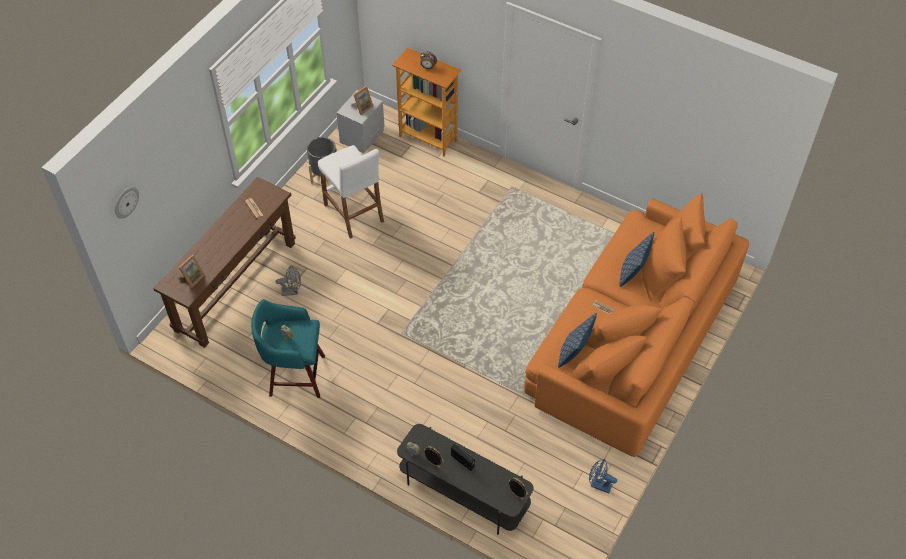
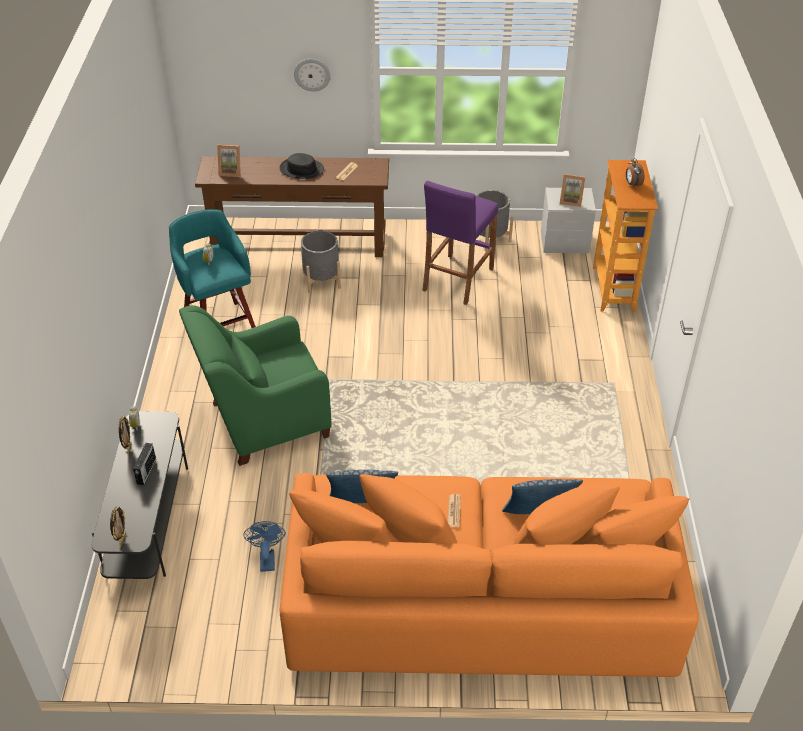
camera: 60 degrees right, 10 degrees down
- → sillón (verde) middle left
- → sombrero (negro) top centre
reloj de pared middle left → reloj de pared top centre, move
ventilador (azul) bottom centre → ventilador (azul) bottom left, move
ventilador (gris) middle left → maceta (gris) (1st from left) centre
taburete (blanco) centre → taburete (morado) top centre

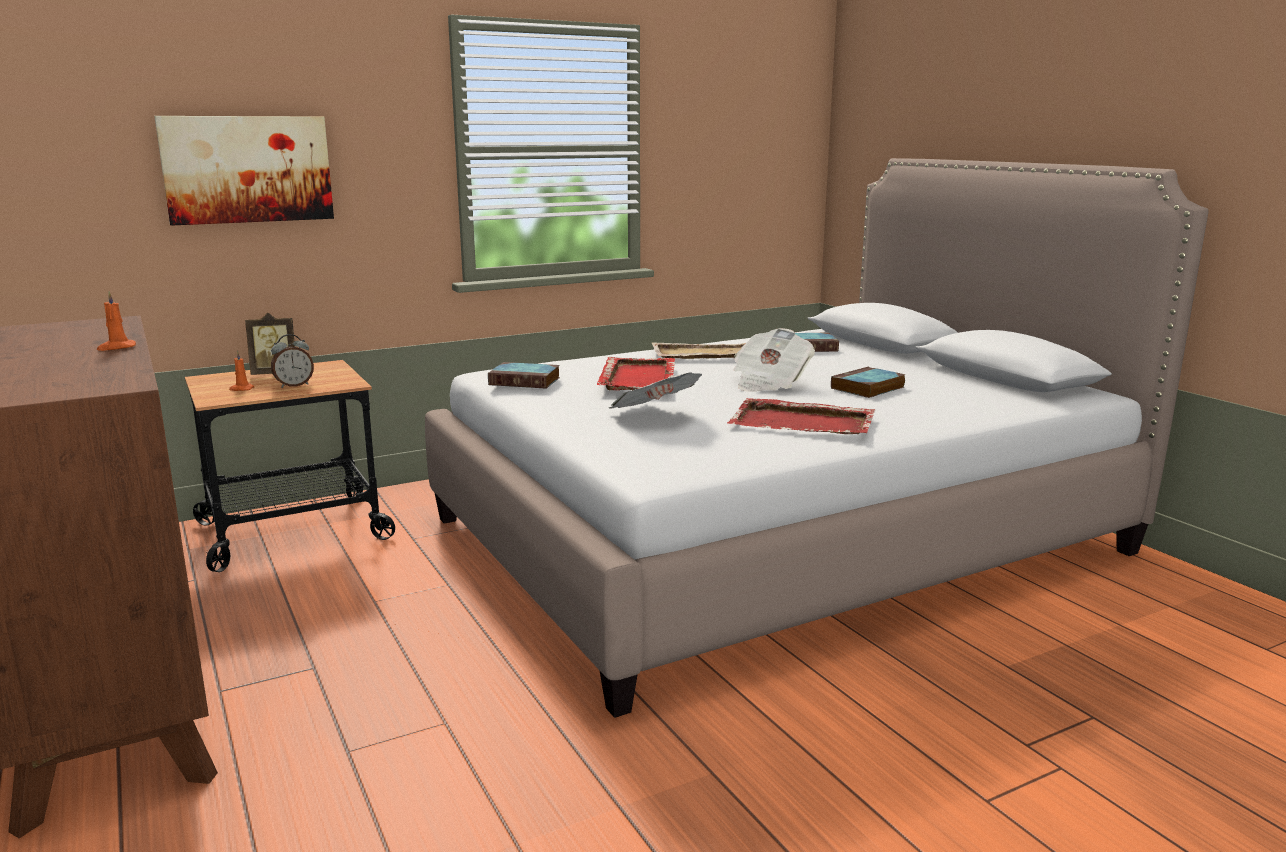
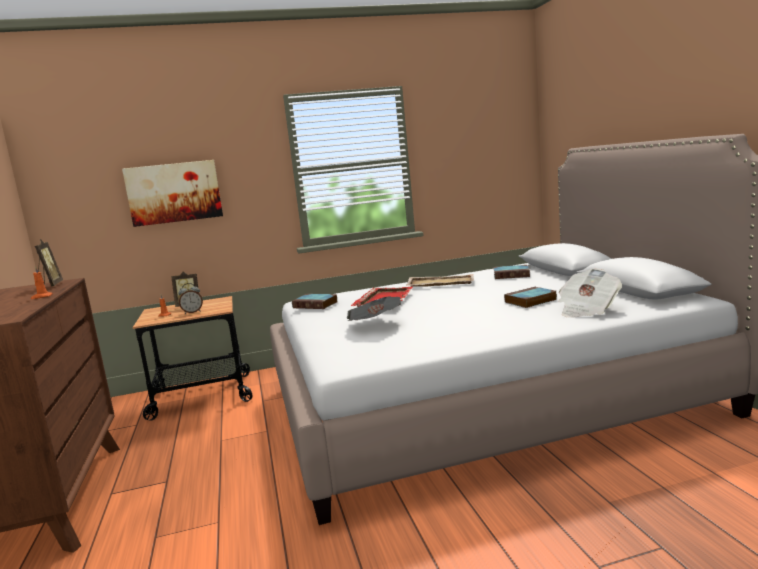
camera: 15 degrees right, 5 degrees down
bandeja (rojo) (2nd from left) centre → -
- → portarretratos (1st from left) middle left
periódico (2nd from left) centre → periódico (2nd from left) middle right, move

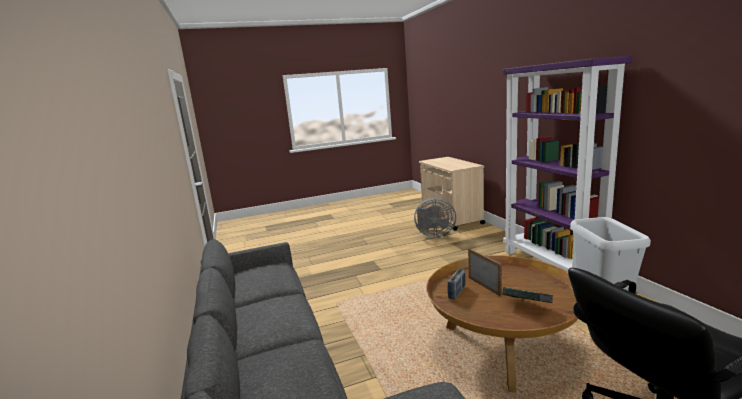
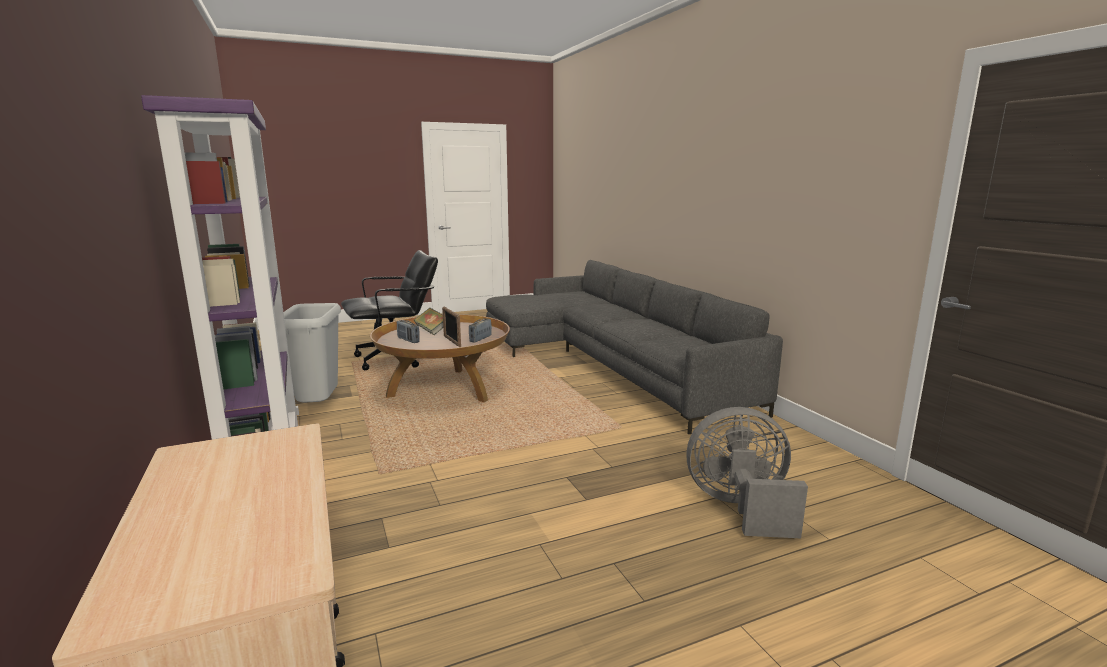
camera: 175 degrees right, 0 degrees up
- → radio (1st from left) centre
ventilador (gris) centre → ventilador (gris) bottom right, move

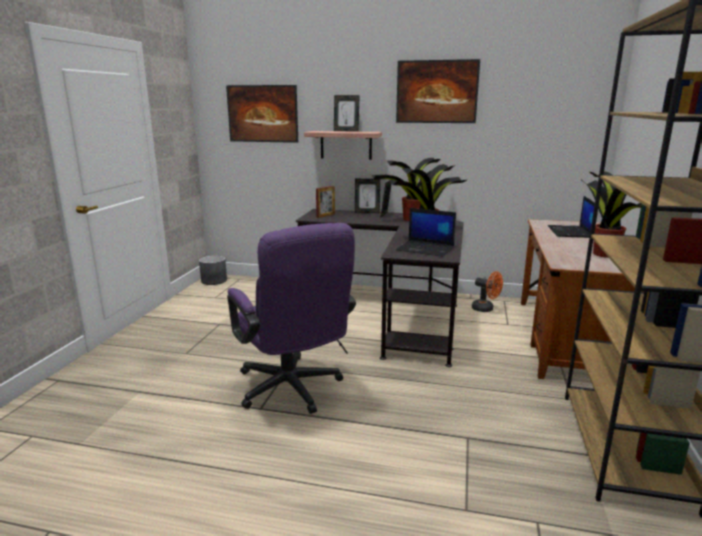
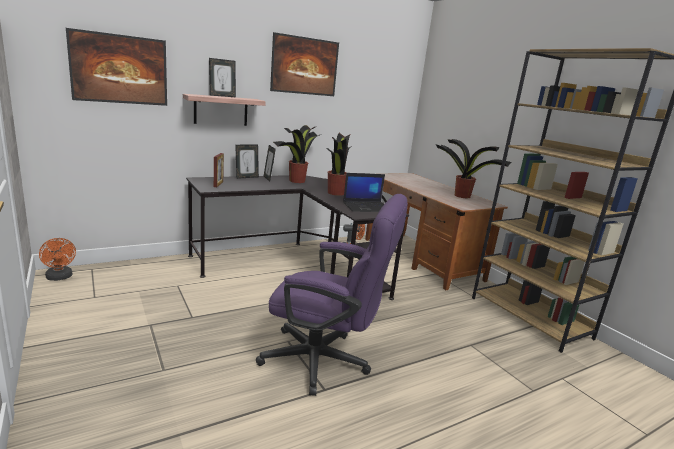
camera: 45 degrees left, 0 degrees up
portátil (2nd from left) middle right → -
maceta (gris) middle left → ventilador (naranja) (1st from left) middle left

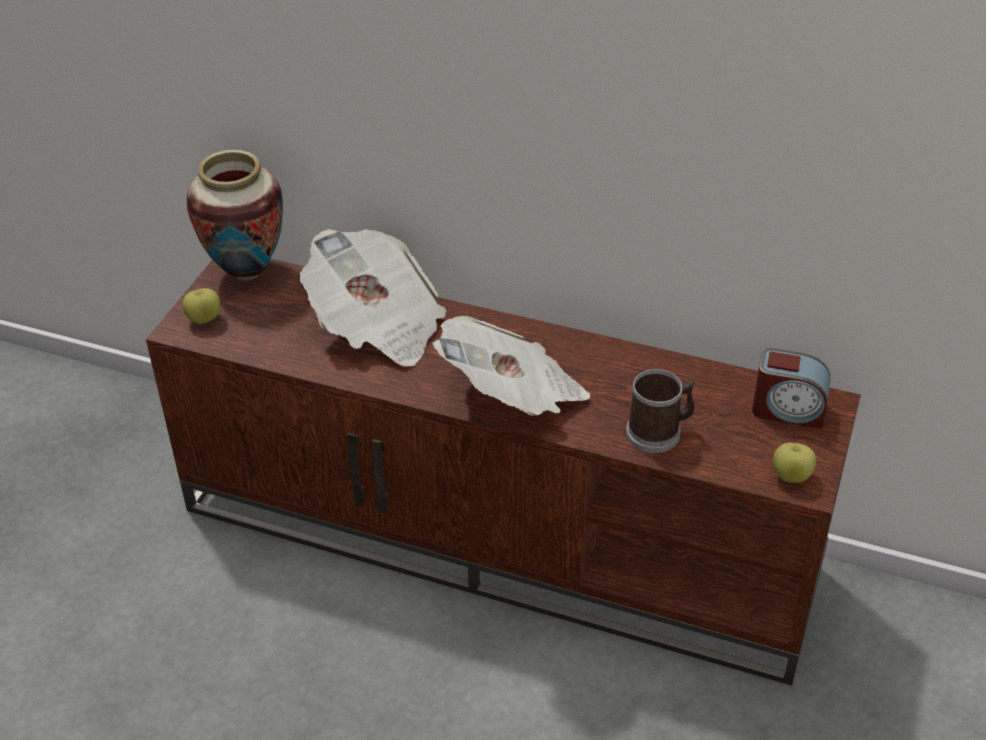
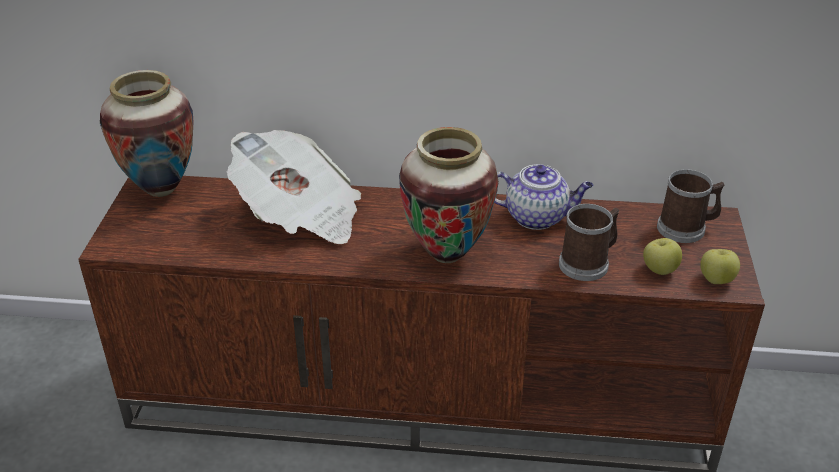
camera: 15 degrees left, 5 degrees down
- → tetera centre
manzana (1st from left) middle left → manzana (1st from left) middle right, move
periódico (2nd from left) centre → florero (2nd from left) centre
despertador middle right → taza grande (2nd from left) middle right

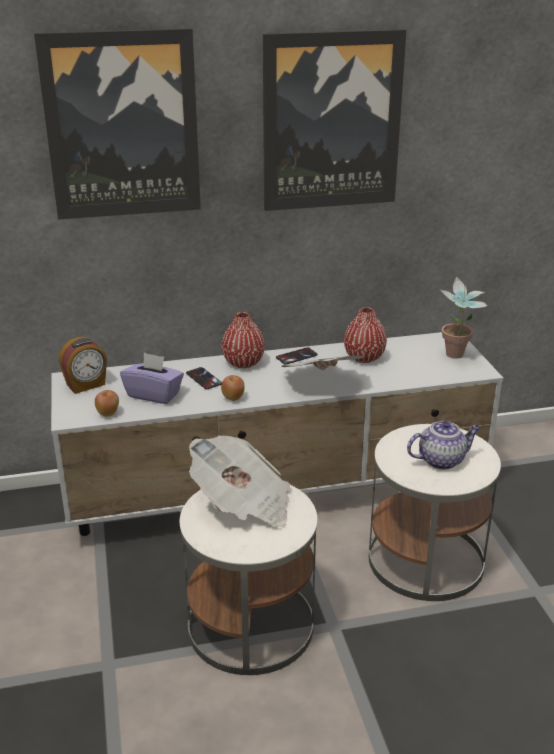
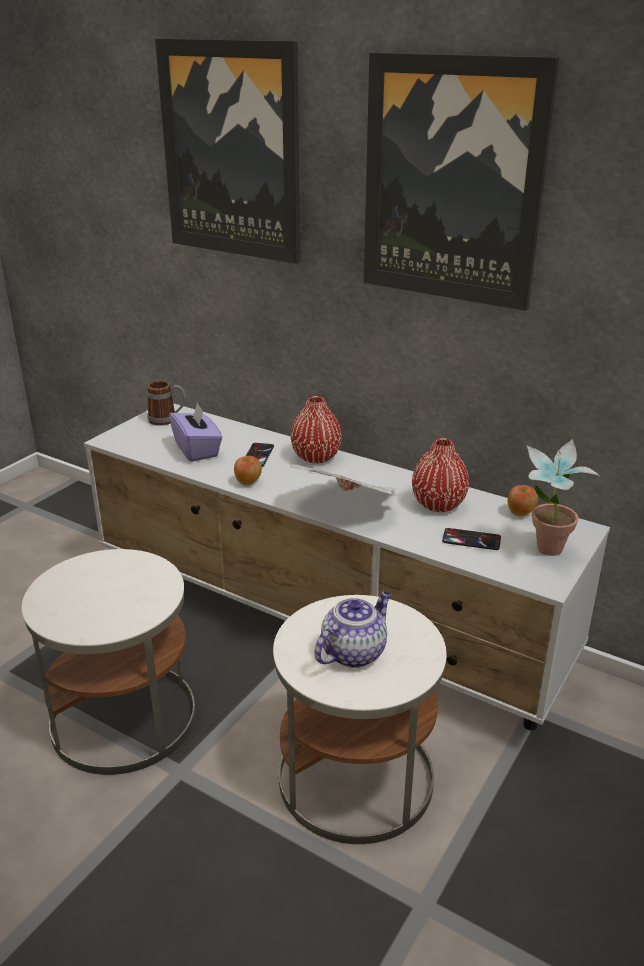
camera: 45 degrees right, 0 degrees up
periódico (1st from left) centre → -
manzana (1st from left in the first image) middle left → manzana (2nd from left) middle right, move
móvil (2nd from left) centre → móvil (2nd from left) middle right, move
despertador middle left → taza grande middle left
tetera middle right → tetera centre, 75 degrees counterclockwise

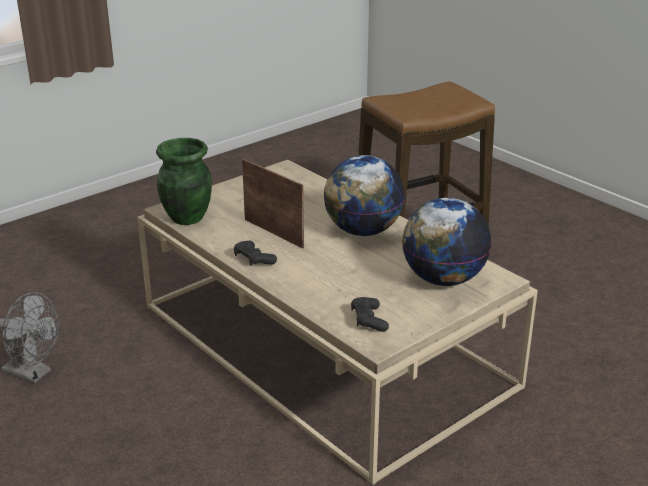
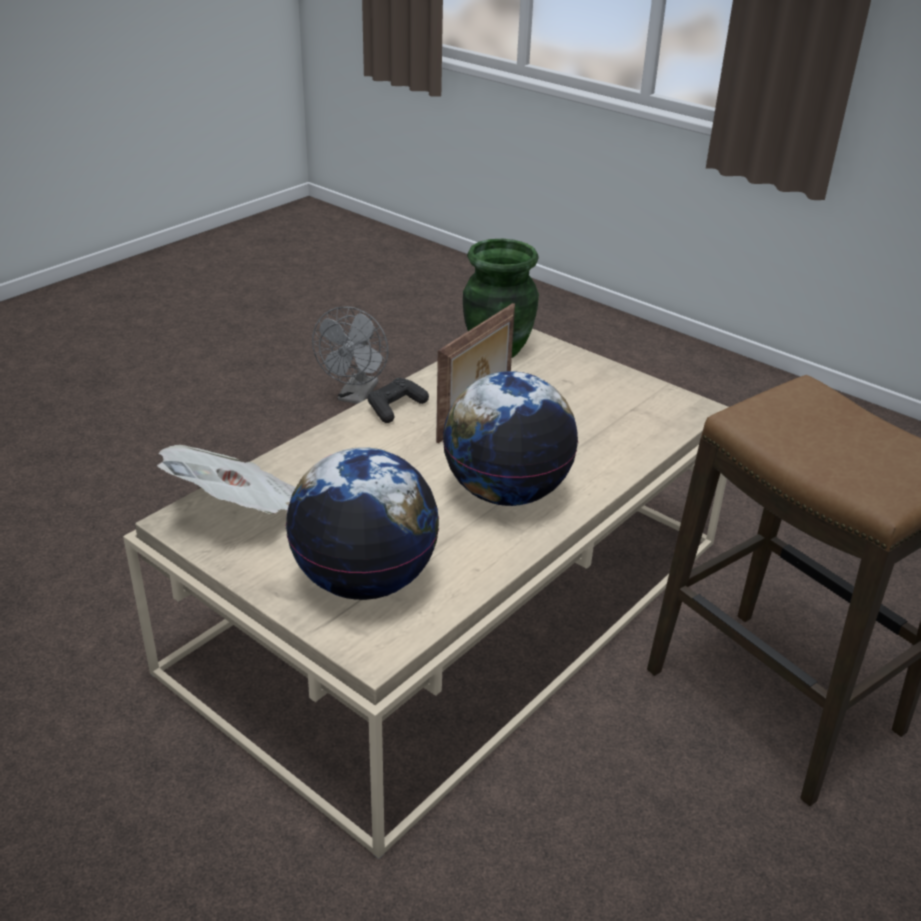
camera: 80 degrees right, 5 degrees up
mando de consola (negro) (2nd from left) centre → periódico middle left

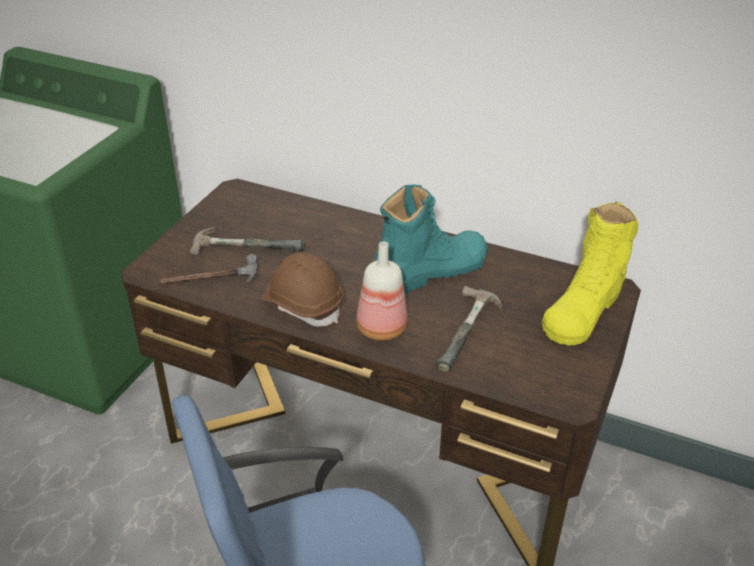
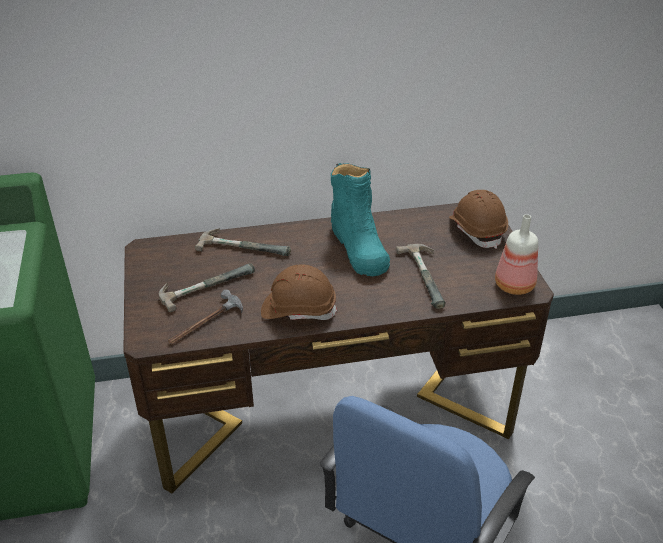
camera: 35 degrees left, 0 degrees up
- → martillo (3rd from left) centre
botella centre → botella middle right, move
bota (amarillo) middle right → casco (marrón) (2nd from left) middle right
bota (turquesa) centre, 135 degrees clockwise

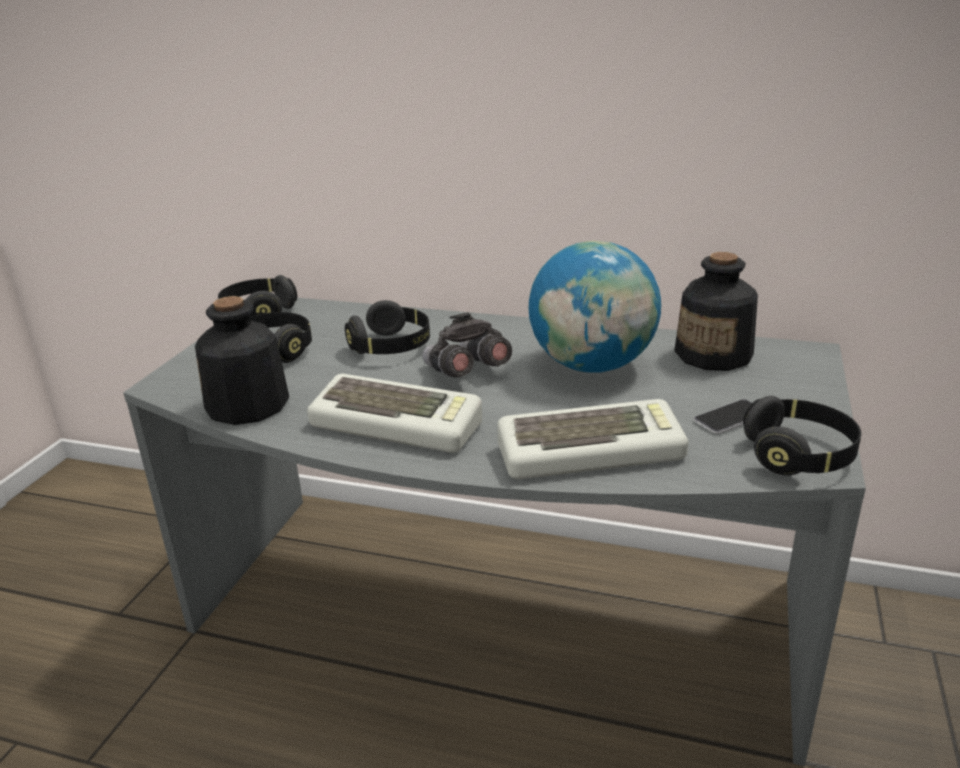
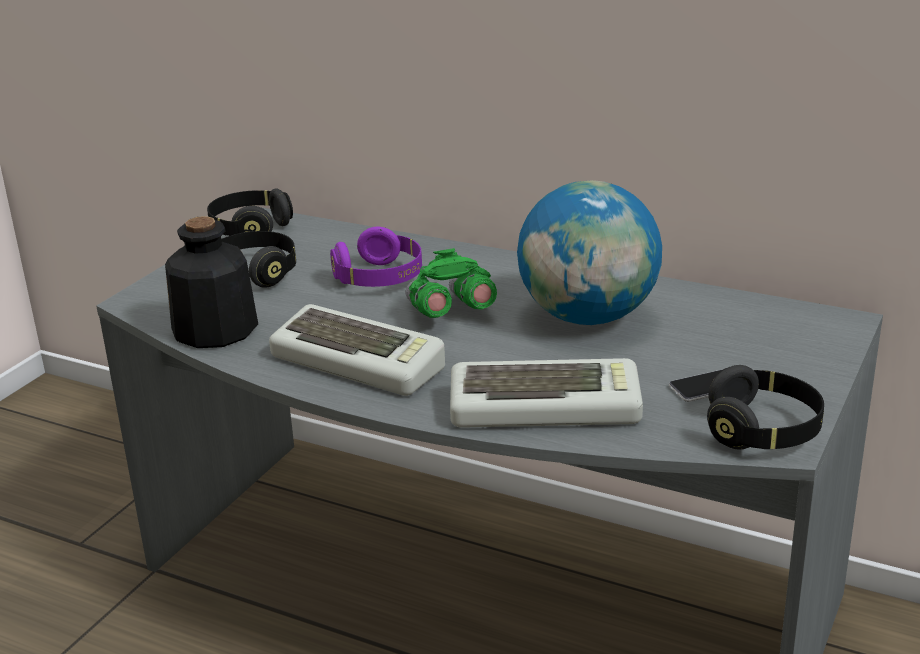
camera: 10 degrees right, 0 degrees up
botella (2nd from left) middle right → -
auriculares (negro) (3rd from left) centre → auriculares (morado) centre
prismáticos (gris) centre → prismáticos (verde) centre

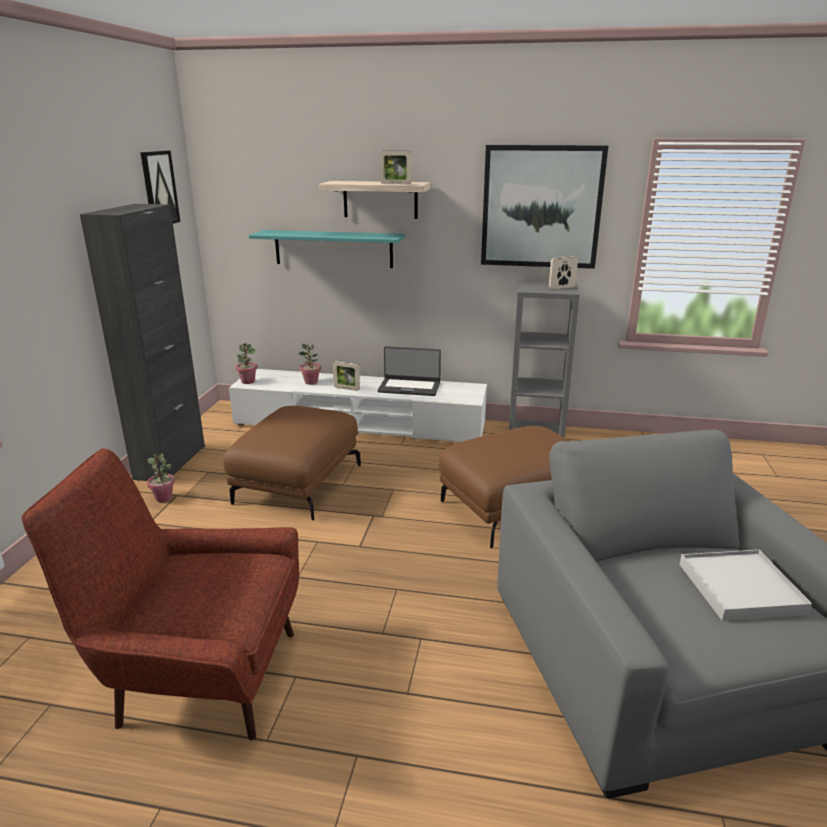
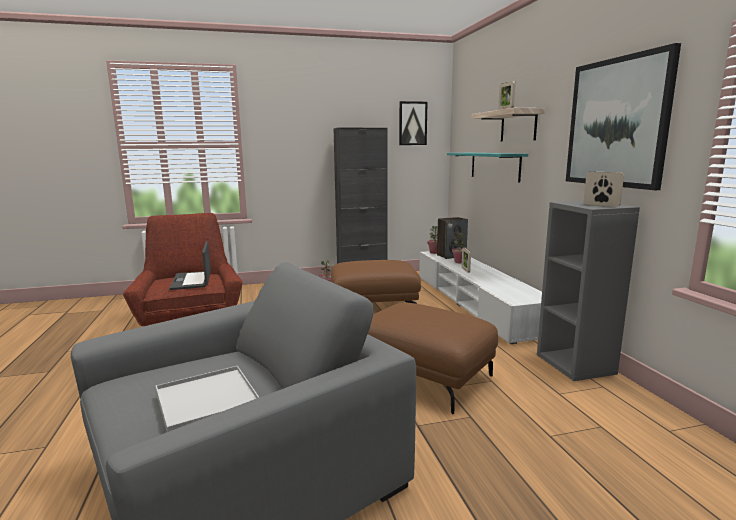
camera: 65 degrees right, 10 degrees down
- → altavoz centre
portátil centre → portátil middle left, move

